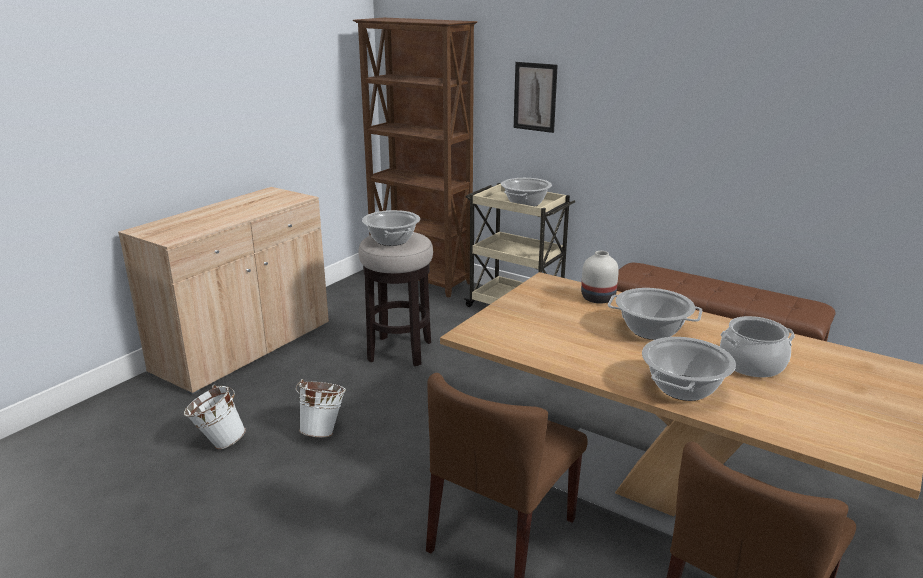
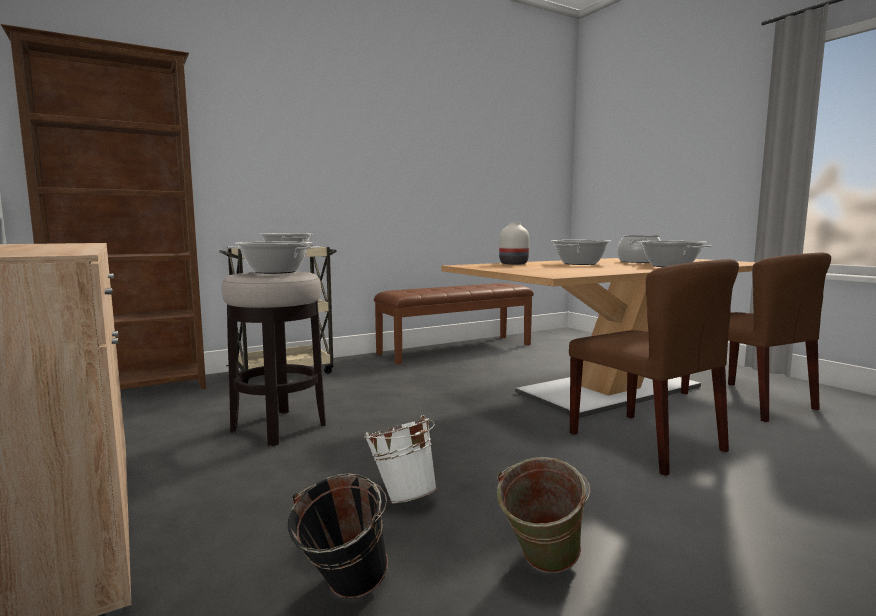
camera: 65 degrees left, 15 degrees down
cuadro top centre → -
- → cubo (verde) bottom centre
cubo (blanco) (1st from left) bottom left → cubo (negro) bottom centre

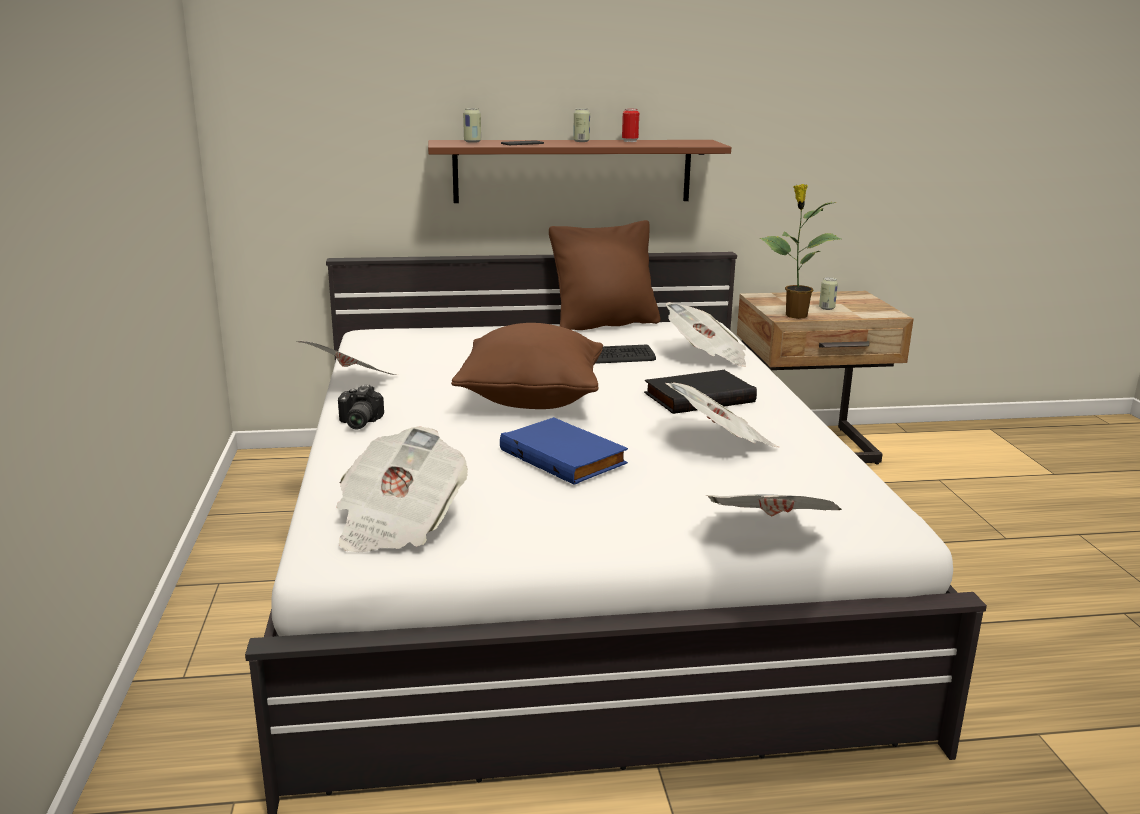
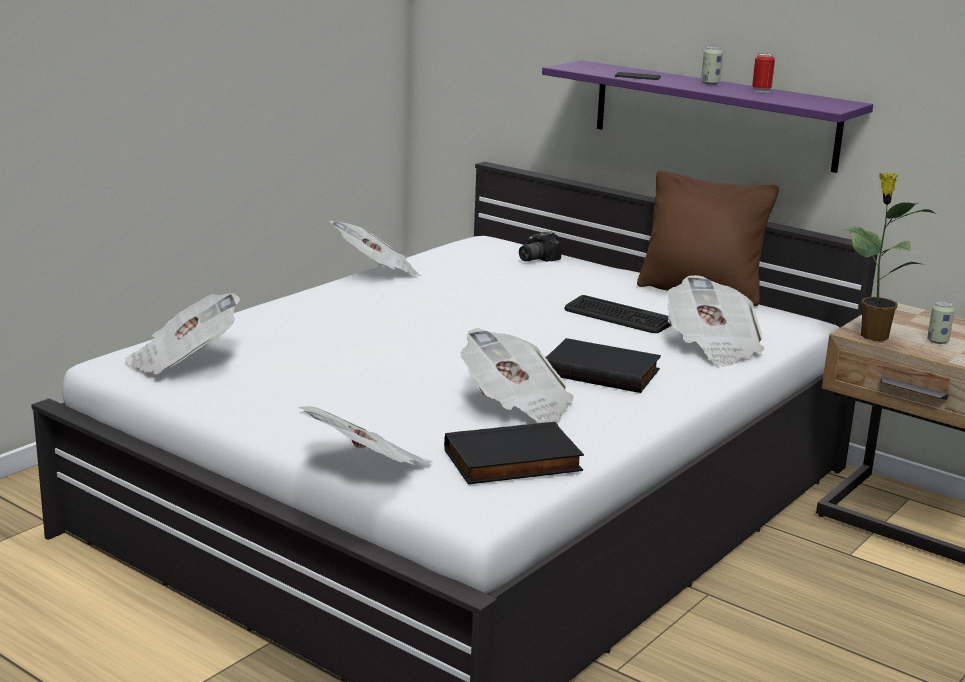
camera: 45 degrees right, 0 degrees up
cojín (marrón) (1st from left) centre → -
lata (1st from left) top centre → -
libro (azul) centre → -
- → libro (negro) (1st from left) centre
cámara middle left → cámara centre, move
estante (marrón) top centre → estante (morado) top right

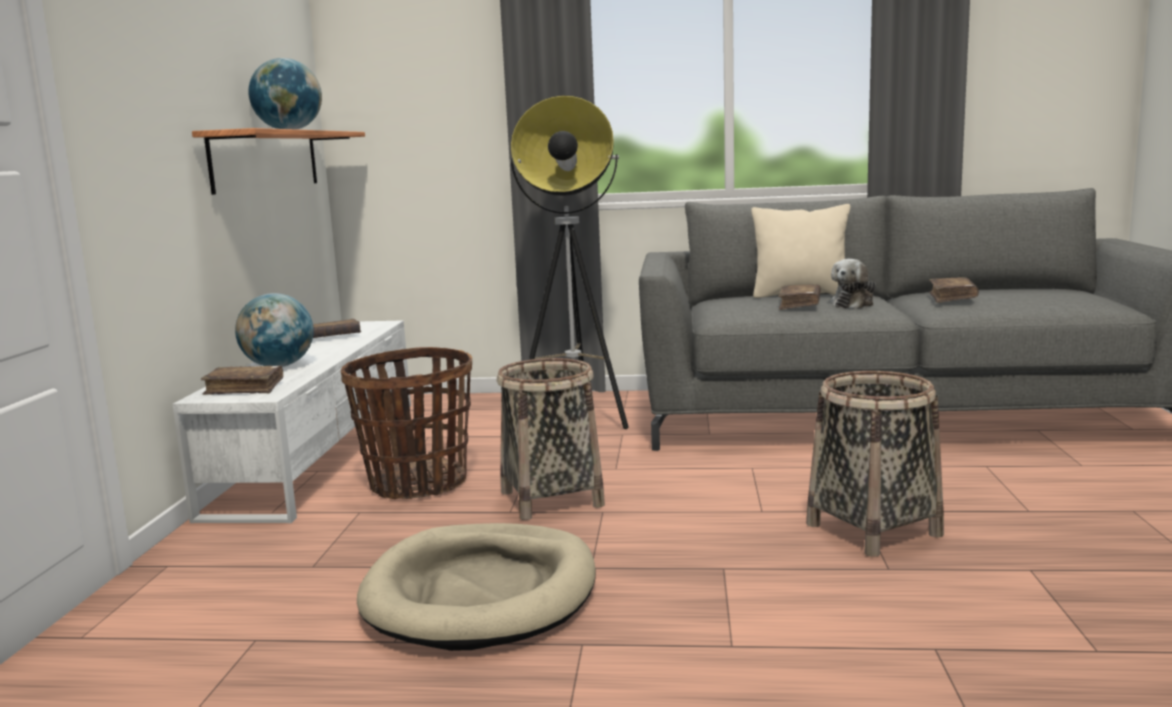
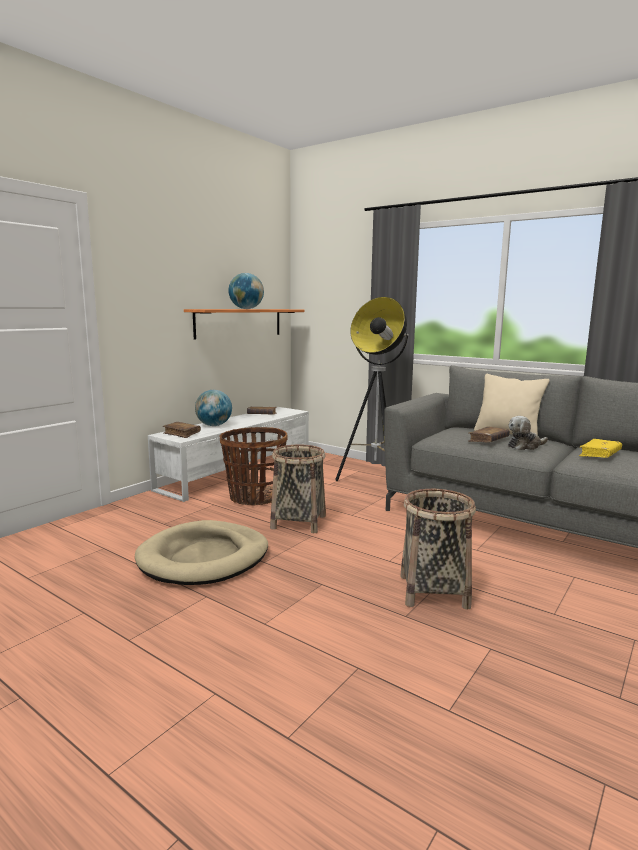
camera: 30 degrees right, 0 degrees up
libro (marrón) (4th from left) middle right → libro (amarillo) middle right

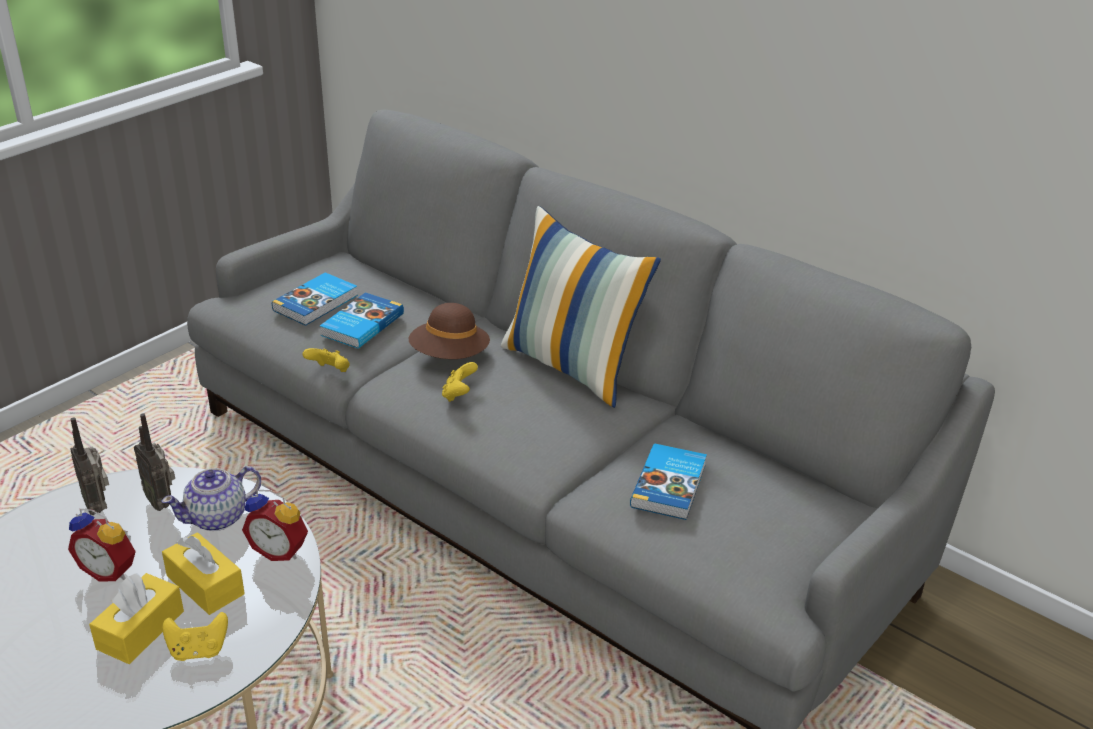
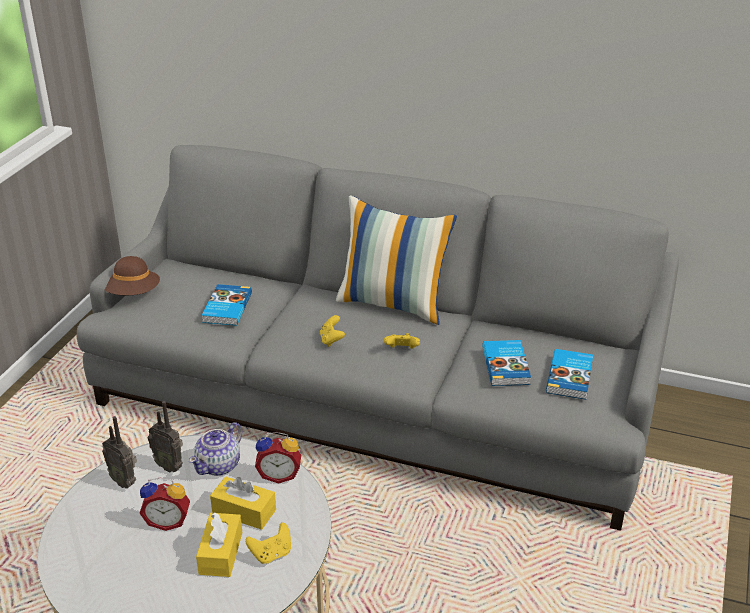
camera: 20 degrees left, 0 degrees up
libro (1st from left in the first image) middle left → libro (3rd from left) middle right, move
mando de consola (amarillo) (2nd from left in the first image) middle left → mando de consola (amarillo) (3rd from left) centre, move
sombrero (marrón) centre → sombrero (marrón) middle left, move

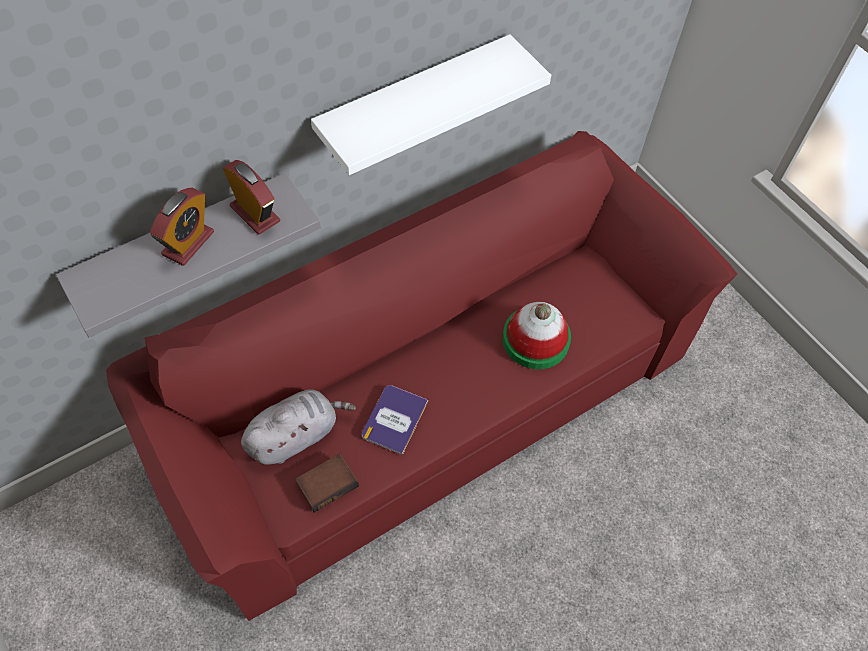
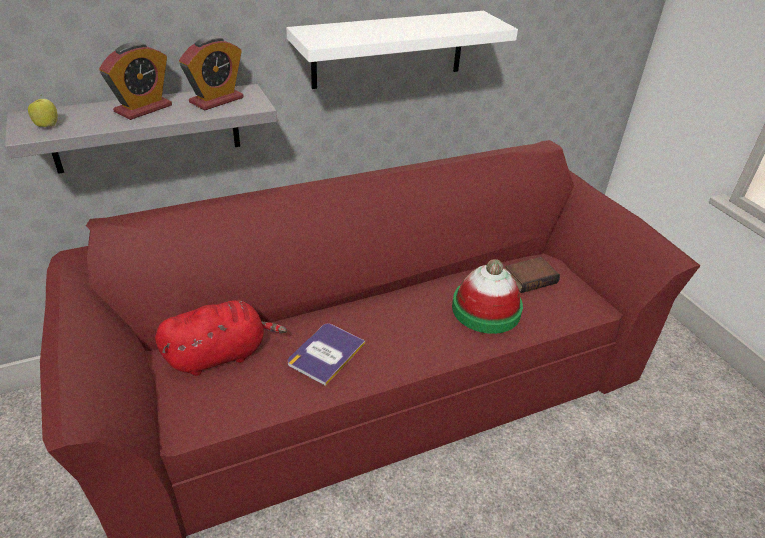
camera: 10 degrees right, 20 degrees down
- → manzana top left
libro (1st from left in the first image) bottom centre → libro (2nd from left) middle right, move
peluche (gris) centre → peluche (rojo) middle left
despertador (2nd from left) top left, 75 degrees clockwise

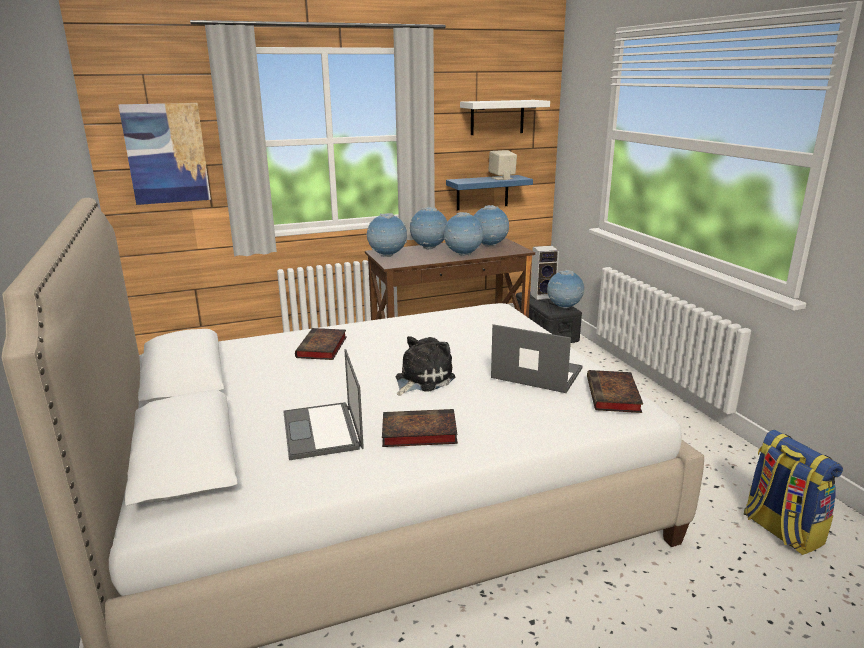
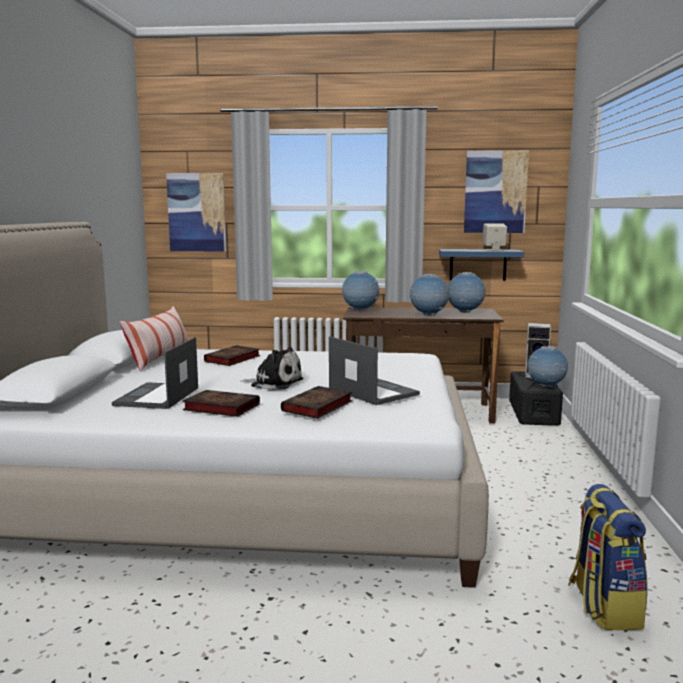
camera: 25 degrees right, 10 degrees down
globo terráqueo (2nd from left) centre → -
- → cojín middle left
libro (3rd from left) middle right → libro (3rd from left) centre, move
estante (blanco) top centre → cuadro (2nd from left) top right
peluche centre, 45 degrees clockwise

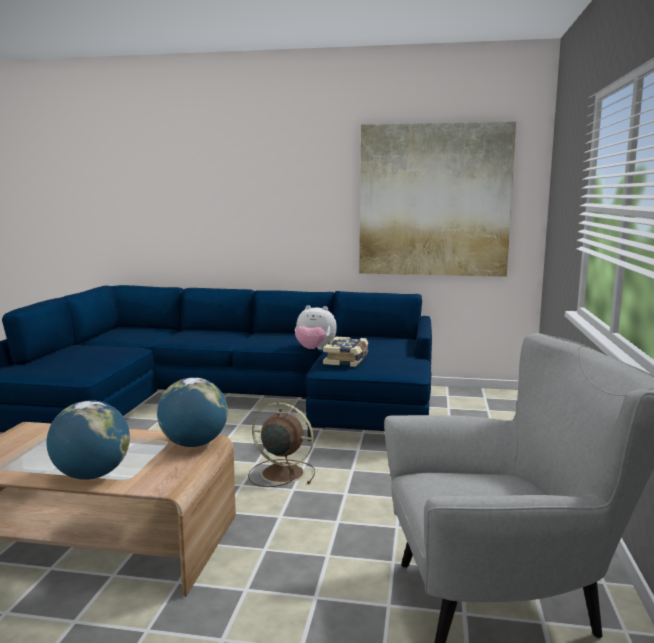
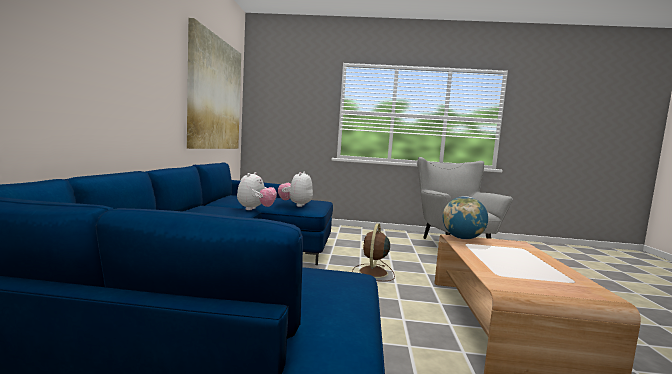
camera: 95 degrees left, 5 degrees down
globo terráqueo (1st from left) bottom left → -
libro centre → peluche (2nd from left) centre

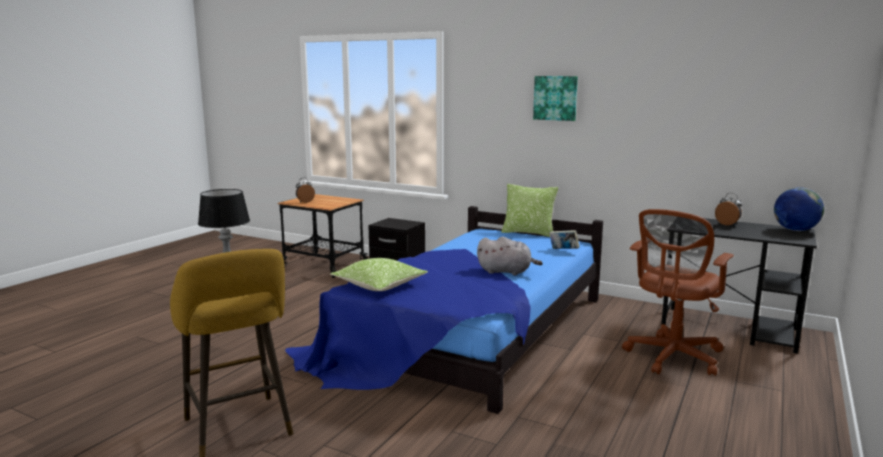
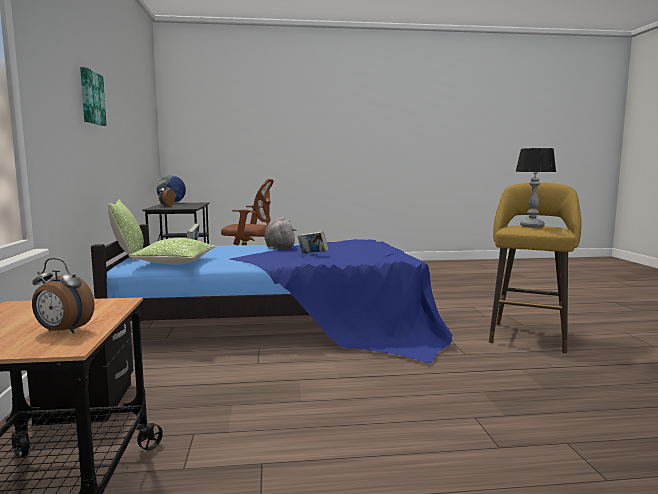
camera: 125 degrees left, 5 degrees down
- → libro (2nd from left) centre
cojín (1st from left in the first image) centre → cojín (2nd from left) middle left, move

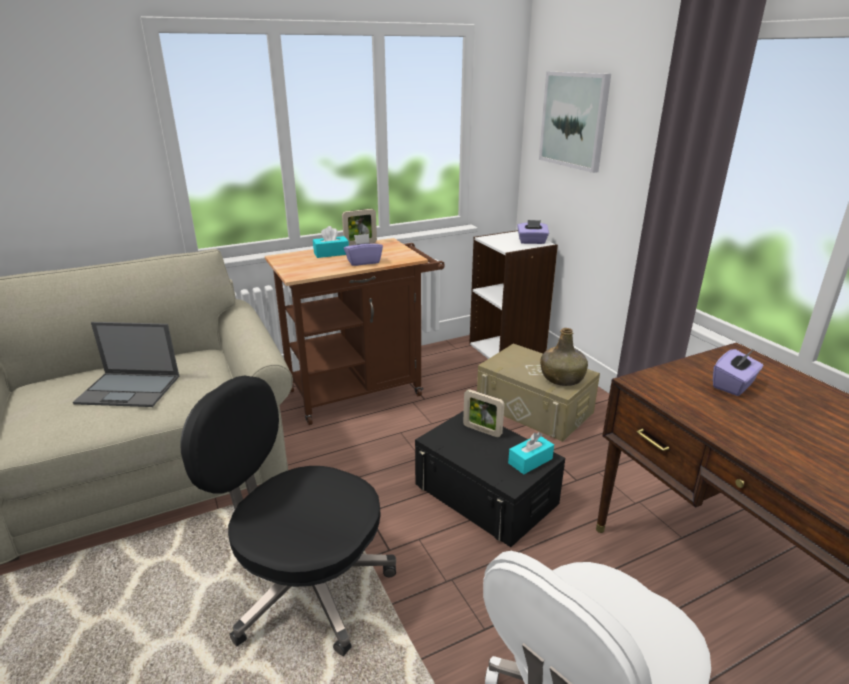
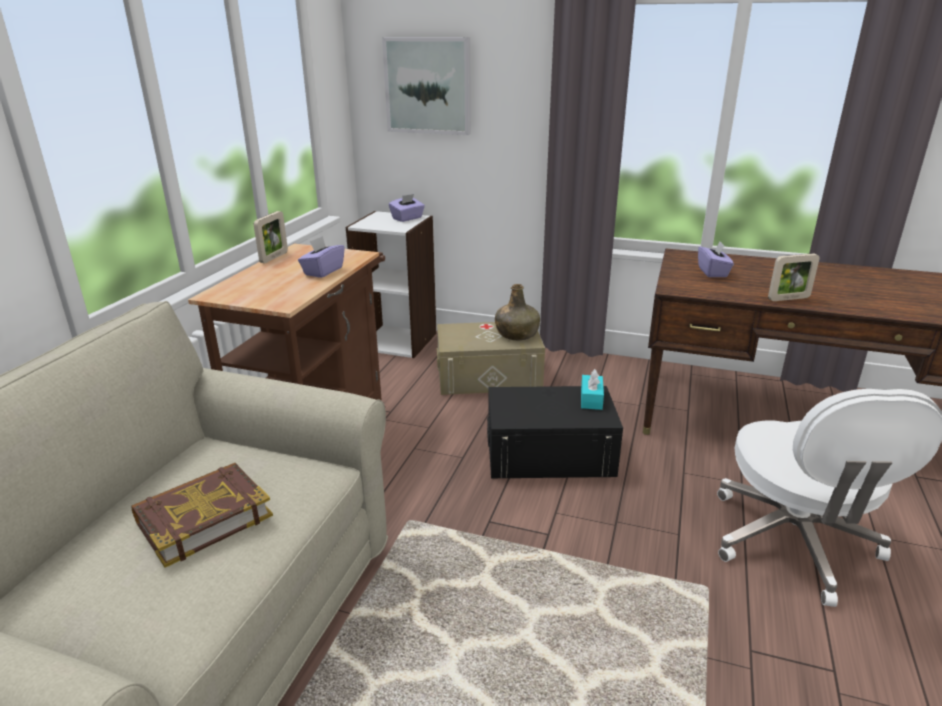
camera: 45 degrees left, 0 degrees up
silla de oficina (negro) bottom centre → -
caja de pañuelos (turquesa) (1st from left) centre → -
portarretratos (2nd from left) centre → portarretratos (2nd from left) middle right, move
portátil middle left → libro bottom left

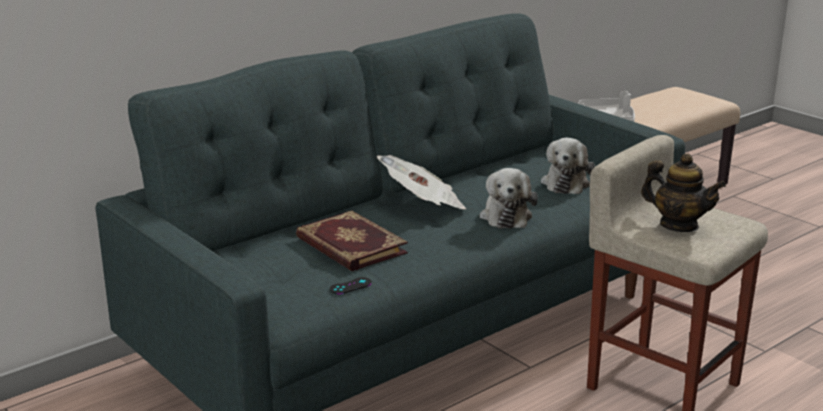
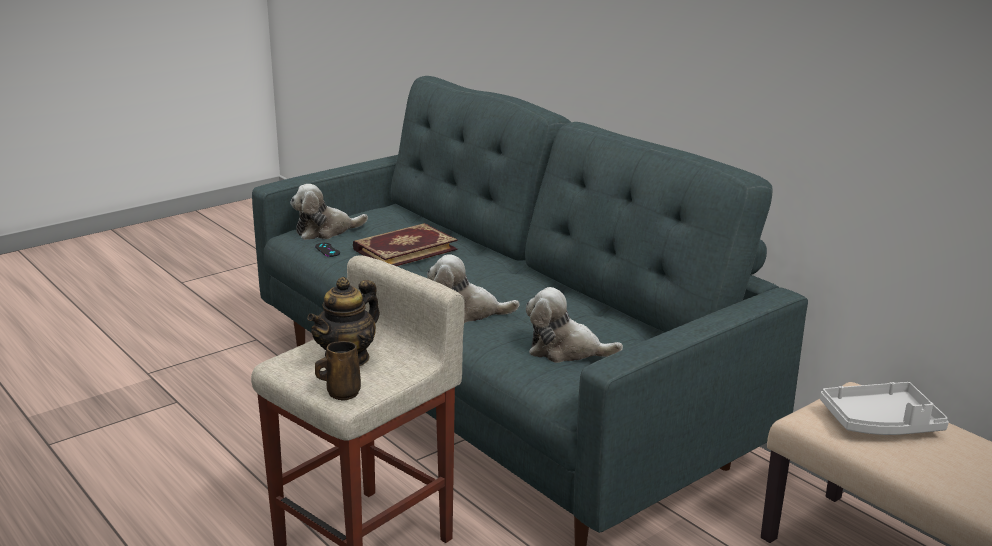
camera: 90 degrees right, 0 degrees up
periódico centre → -
- → peluche (1st from left) middle left
- → taza grande (marrón) bottom centre

